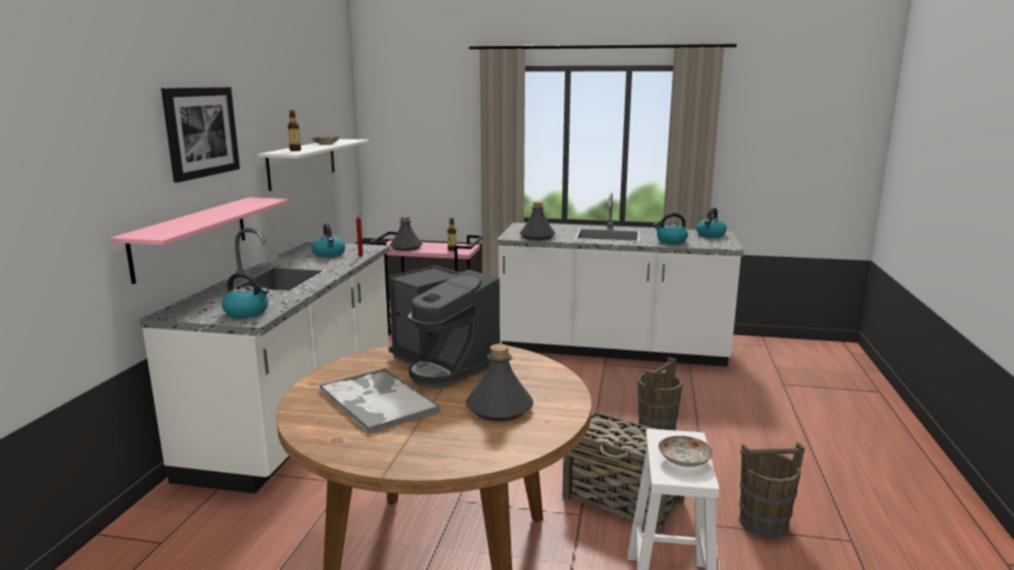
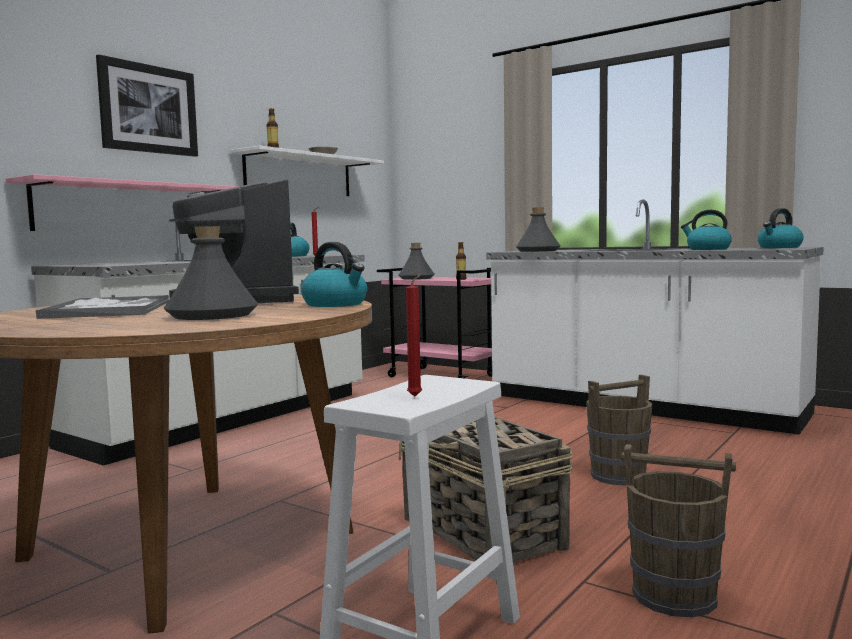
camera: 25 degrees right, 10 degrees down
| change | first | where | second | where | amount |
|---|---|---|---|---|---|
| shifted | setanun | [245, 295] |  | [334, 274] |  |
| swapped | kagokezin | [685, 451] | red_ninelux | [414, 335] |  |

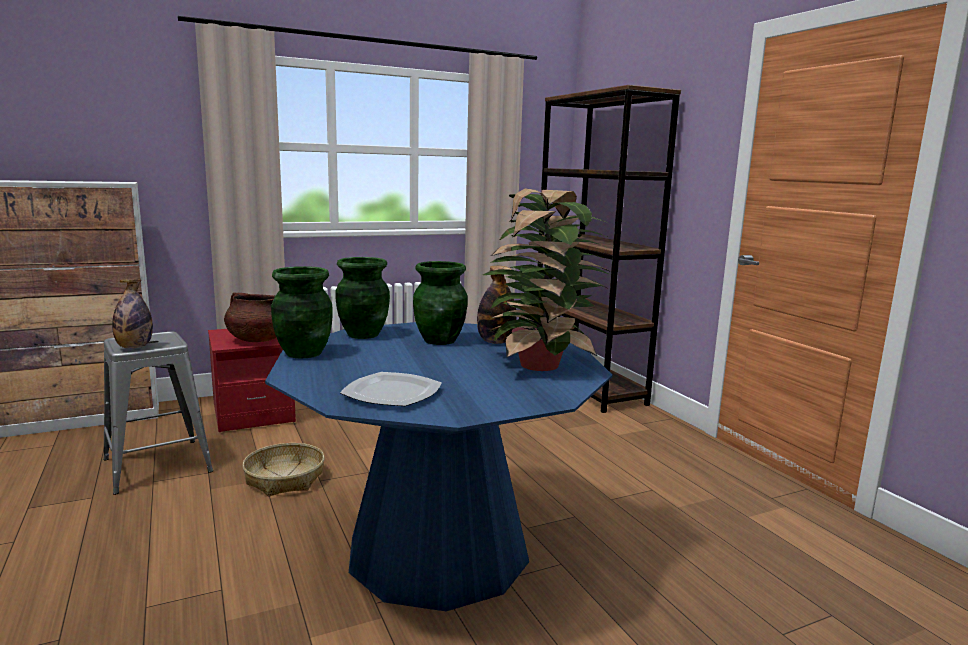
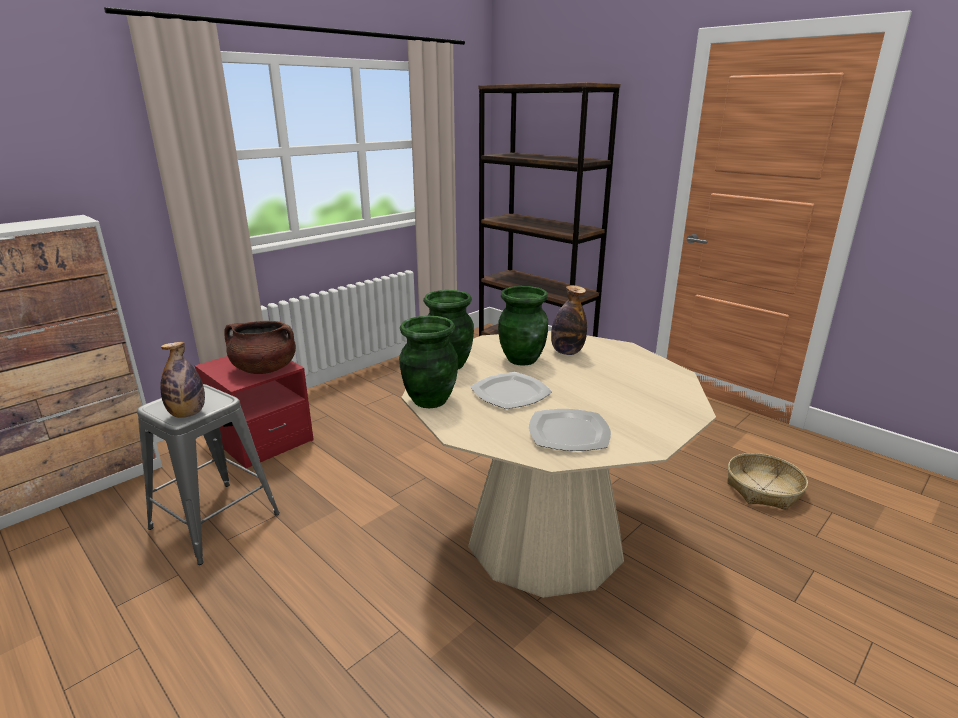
camera: 20 degrees left, 10 degrees up
| change | first | where | second | where | amount |
|---|---|---|---|---|---|
| gone | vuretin | [547, 279] |  |  |  |
| new |  |  | kagokezin | [511, 390] |  |
| shifted | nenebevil | [283, 469] |  | [767, 481] |  |
| repainted | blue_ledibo | [439, 466] | beige_ledibo | [558, 464] |  |

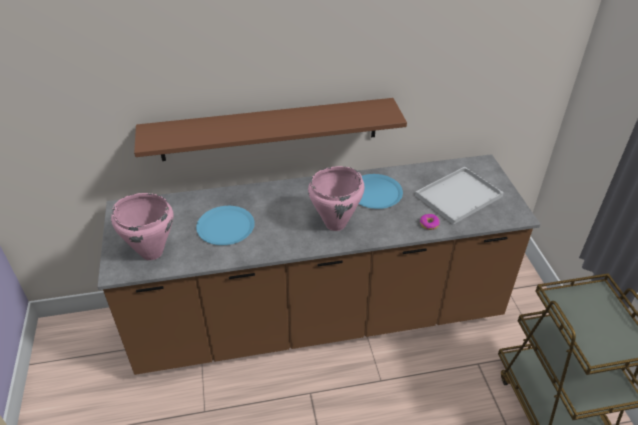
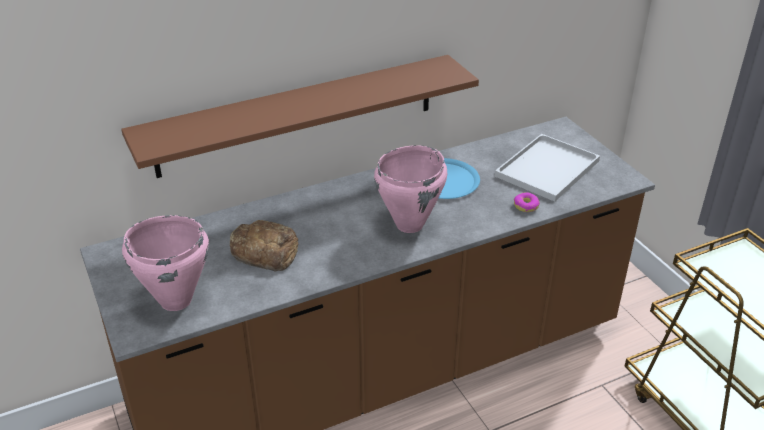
camera: 15 degrees left, 5 degrees down
| change | first | where | second | where | amount |
|---|---|---|---|---|---|
| swapped | blue_kagokezin | [225, 225] | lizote | [264, 245] |  |

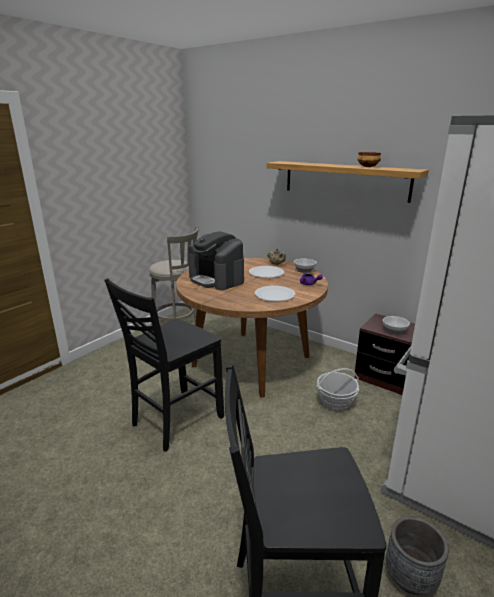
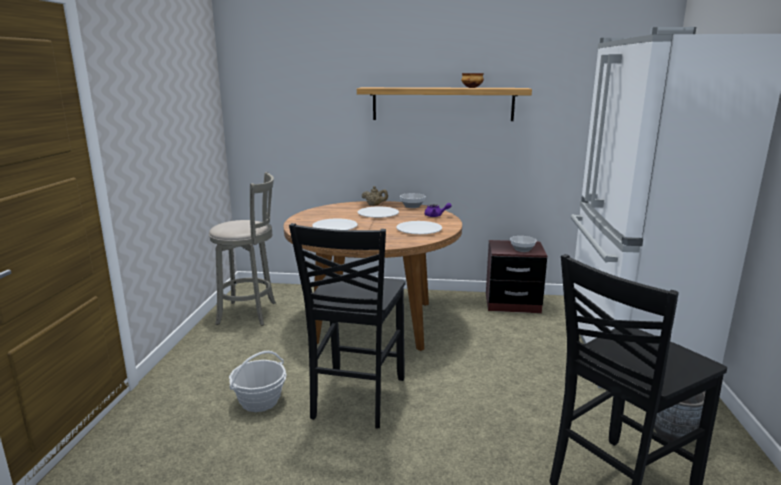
camera: 30 degrees left, 5 degrees down
| change | first | where | second | where | amount |
|---|---|---|---|---|---|
| shifted | nenebevil | [337, 390] |  | [258, 381] |  |
| swapped | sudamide | [216, 260] | white_kagokezin | [335, 224] |  |

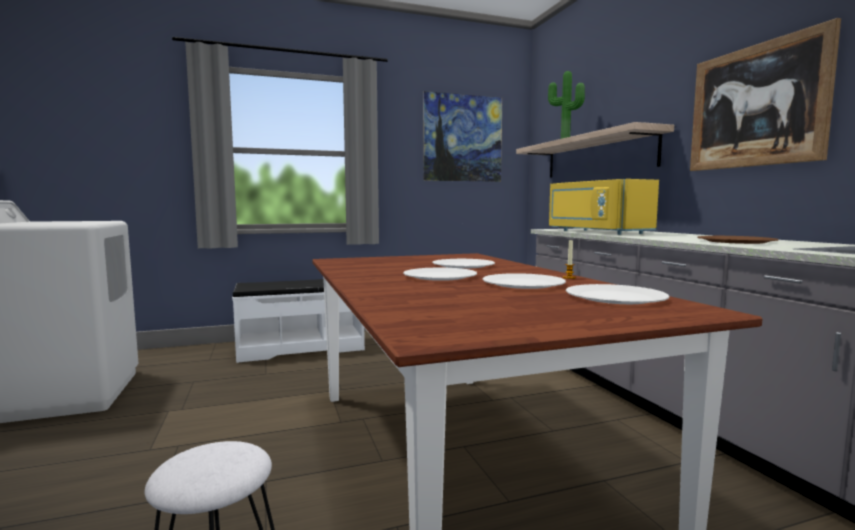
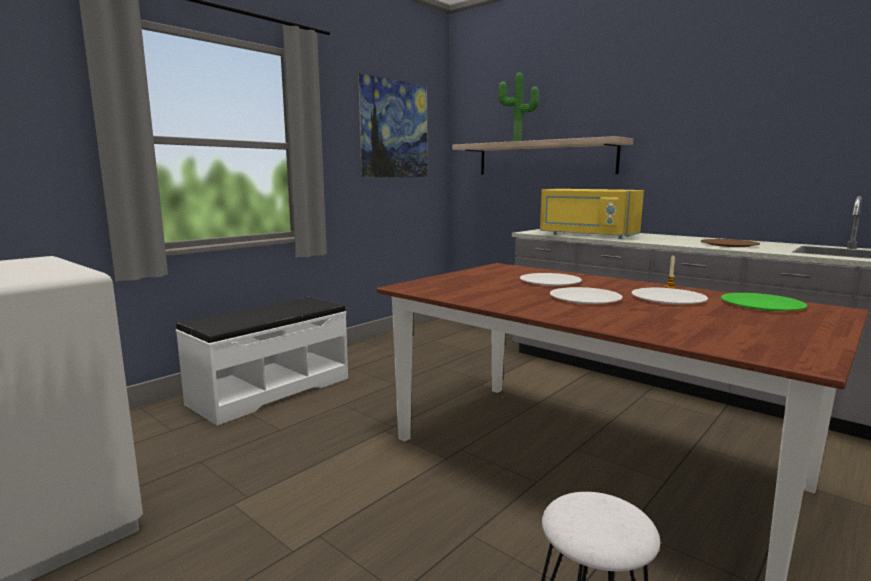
camera: 30 degrees left, 5 degrees up
| change | first | where | second | where | amount |
|---|---|---|---|---|---|
| gone | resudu | [765, 94] |  |  |  |
| repainted | white_kagokezin | [617, 294] | green_kagokezin | [764, 302] |  |

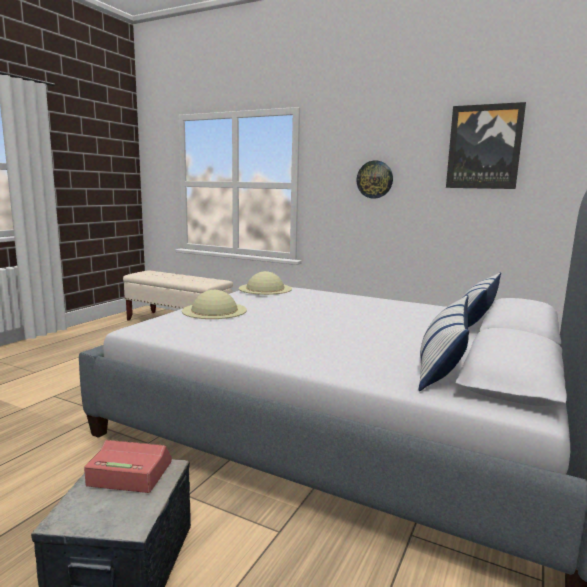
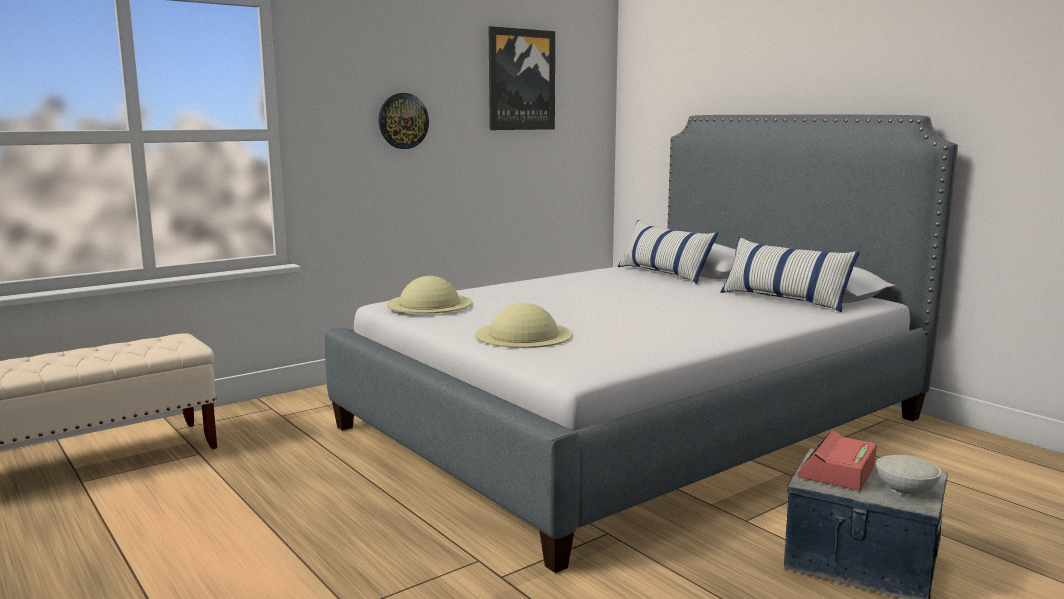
camera: 65 degrees left, 0 degrees up
| change | first | where | second | where | amount |
|---|---|---|---|---|---|
| new |  |  | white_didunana | [909, 476] |  |

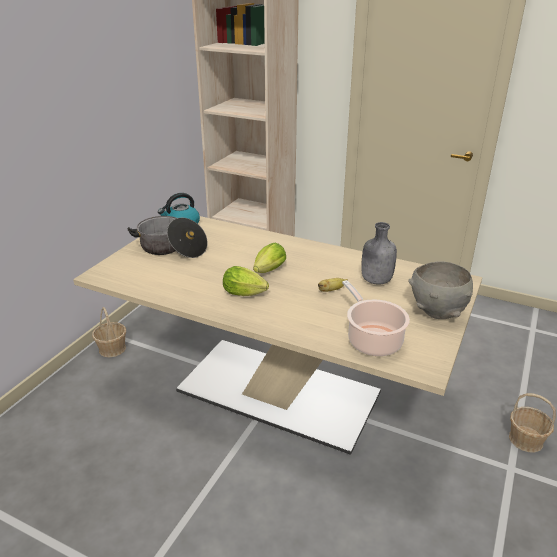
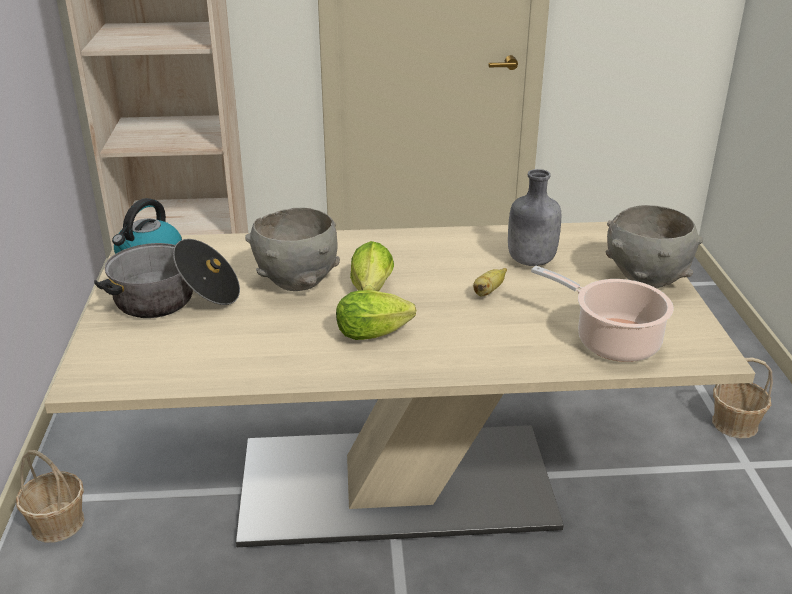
camera: 30 degrees left, 0 degrees up
| change | first | where | second | where | amount |
|---|---|---|---|---|---|
| new |  |  | grey_didunana | [292, 249] |  |

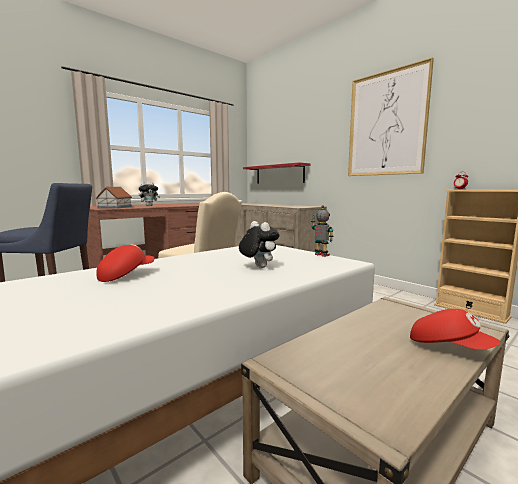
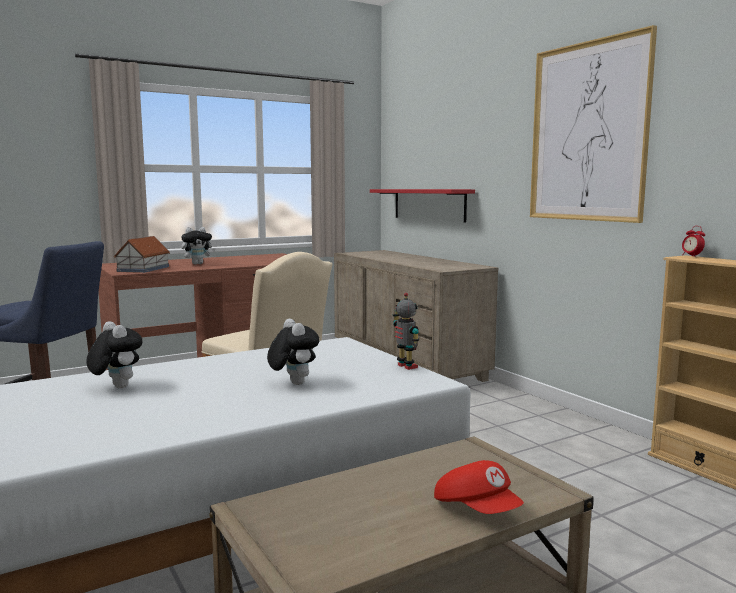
camera: 10 degrees right, 0 degrees up
| change | first | where | second | where | amount |
|---|---|---|---|---|---|
| swapped | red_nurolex | [125, 263] | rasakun | [114, 354] |  |

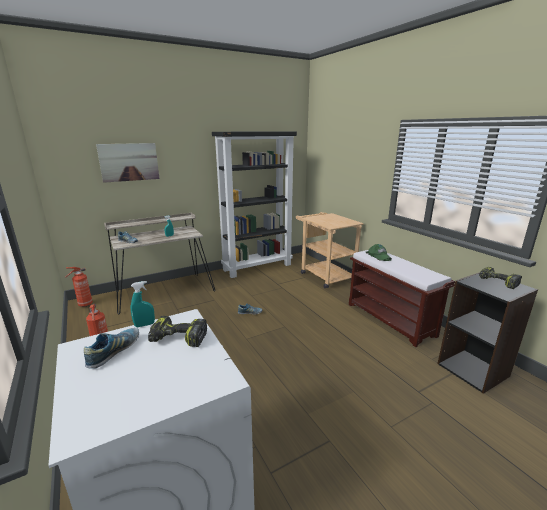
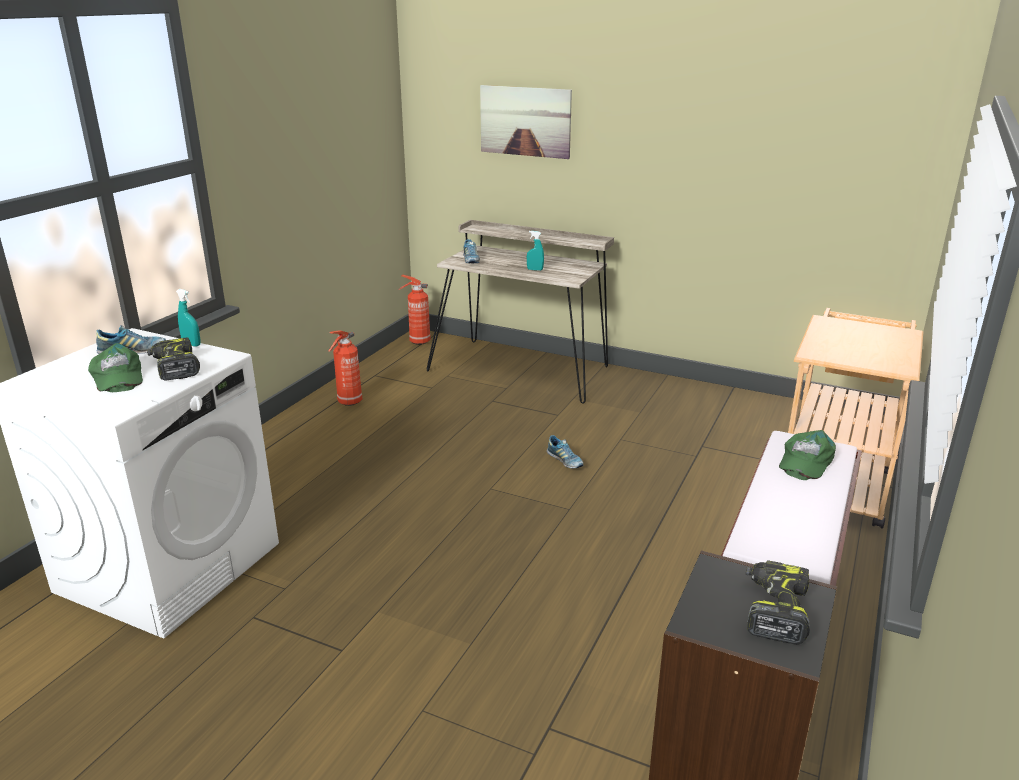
camera: 55 degrees right, 5 degrees up
| change | first | where | second | where | amount |
|---|---|---|---|---|---|
| gone | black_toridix | [254, 204] |  |  |  |
| new |  |  | green_nurolex | [115, 367] |  |

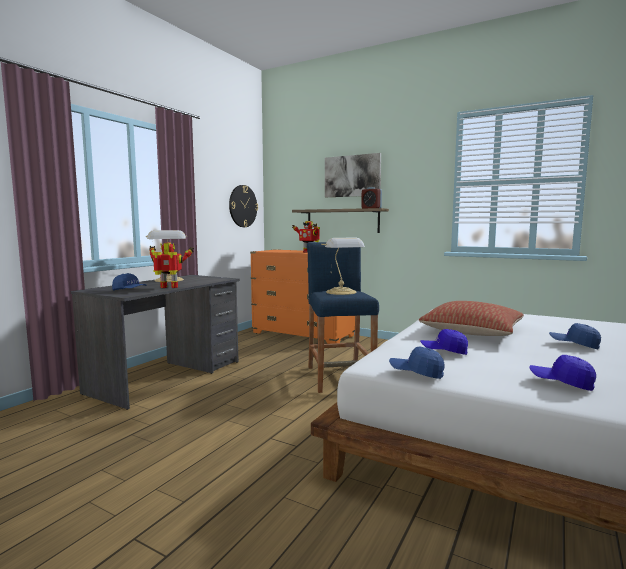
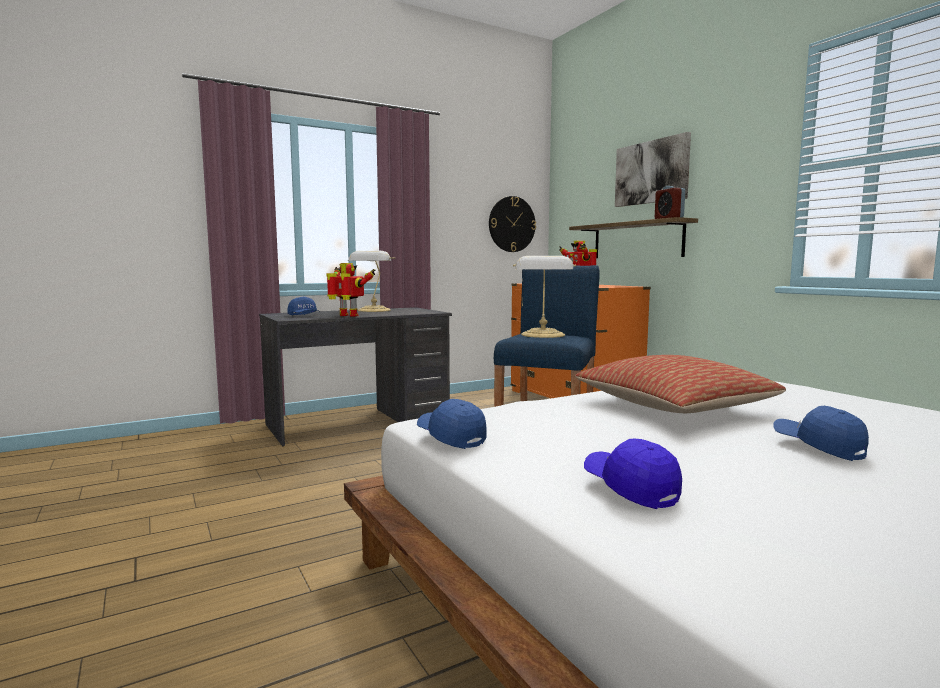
camera: 30 degrees right, 0 degrees up
| change | first | where | second | where | amount |
|---|---|---|---|---|---|
| gone | blue_nurolex | [444, 342] |  |  |  |

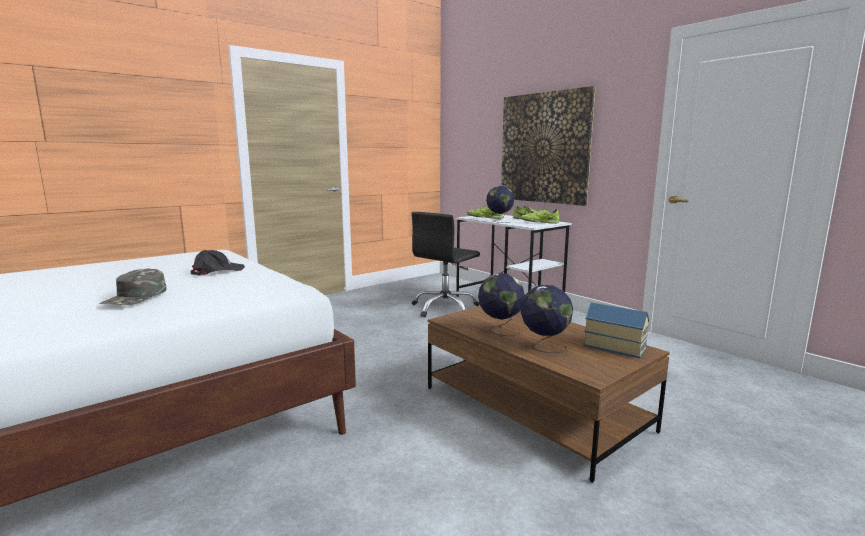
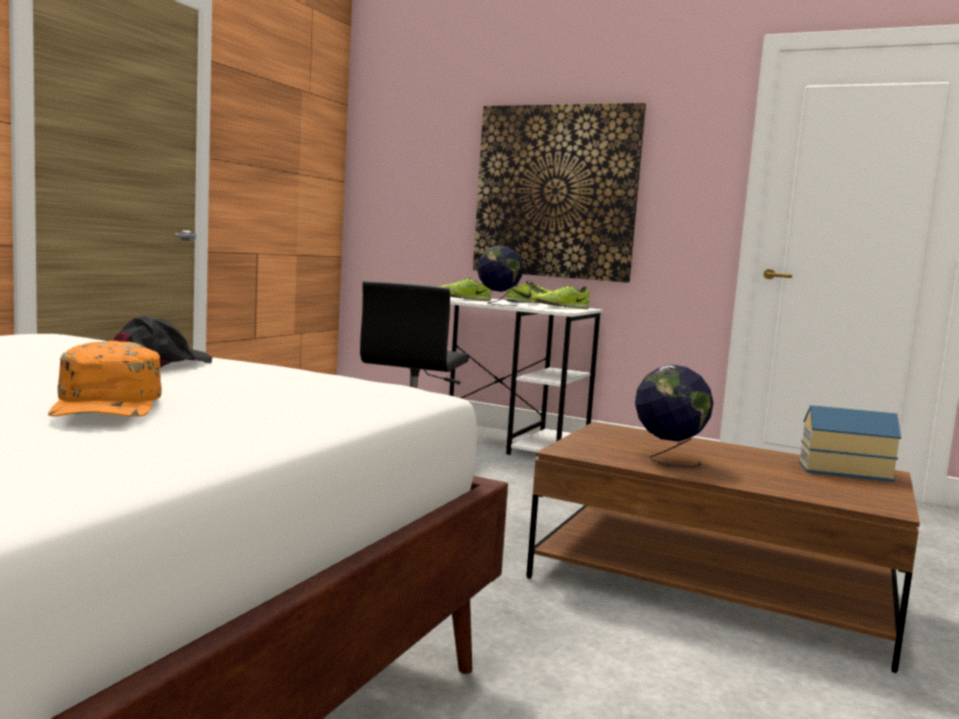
camera: 25 degrees left, 5 degrees down
| change | first | where | second | where | amount |
|---|---|---|---|---|---|
| gone | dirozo | [546, 319] |  |  |  |
| repainted | green_nurolex | [132, 286] | orange_nurolex | [105, 379] |  |

